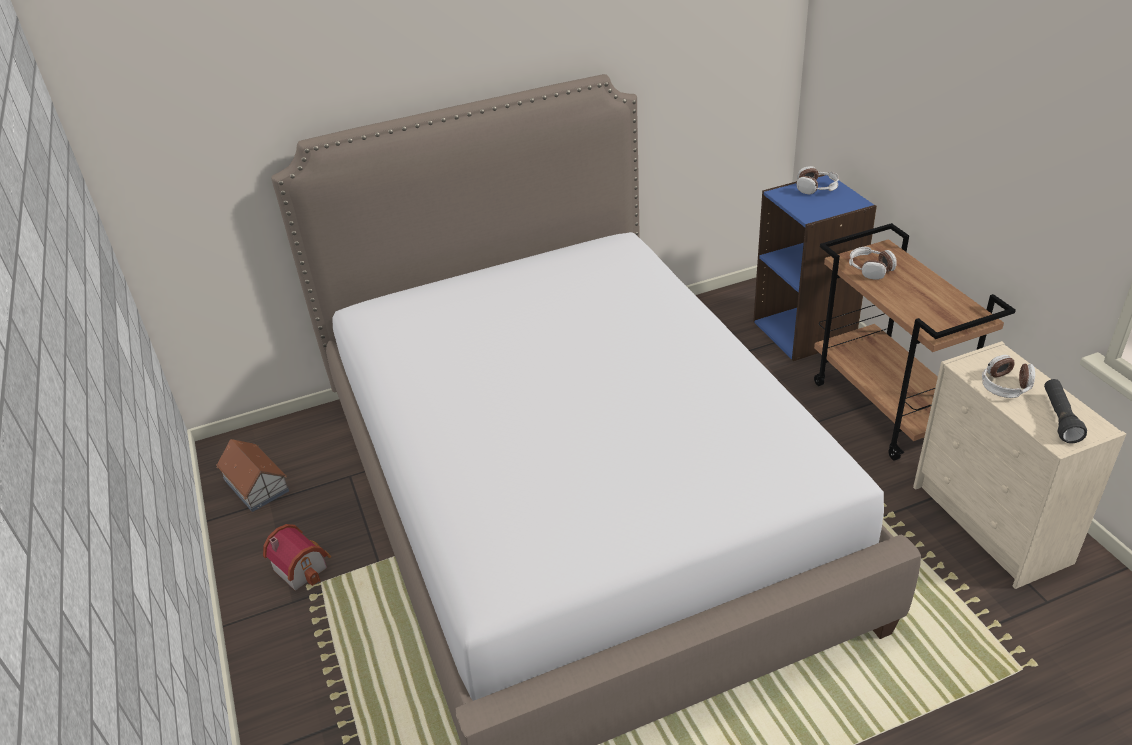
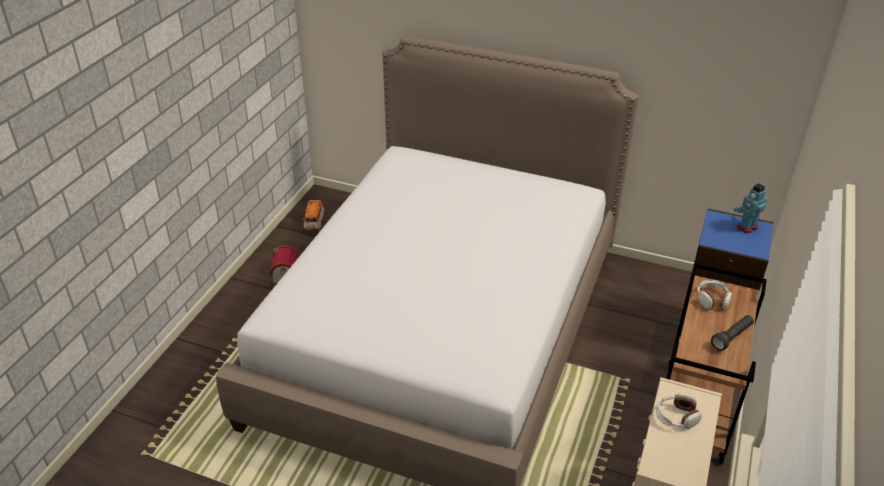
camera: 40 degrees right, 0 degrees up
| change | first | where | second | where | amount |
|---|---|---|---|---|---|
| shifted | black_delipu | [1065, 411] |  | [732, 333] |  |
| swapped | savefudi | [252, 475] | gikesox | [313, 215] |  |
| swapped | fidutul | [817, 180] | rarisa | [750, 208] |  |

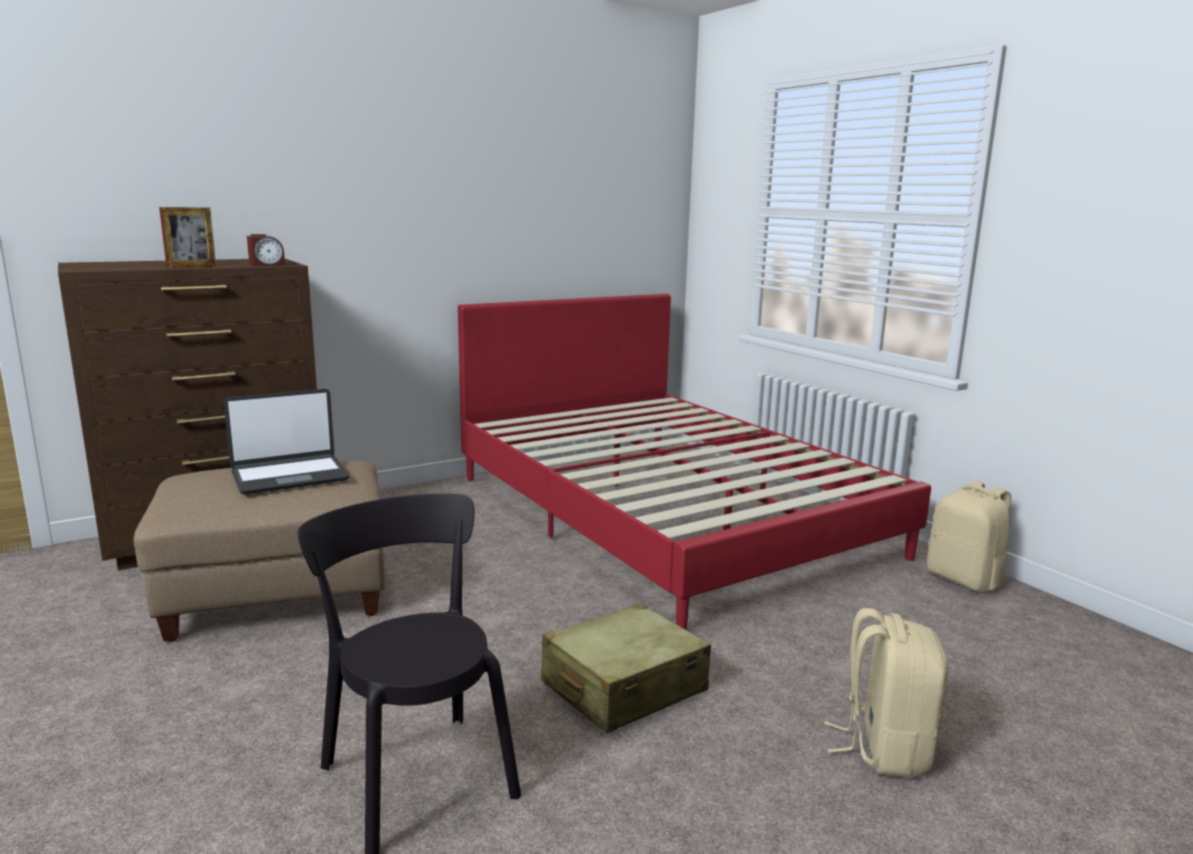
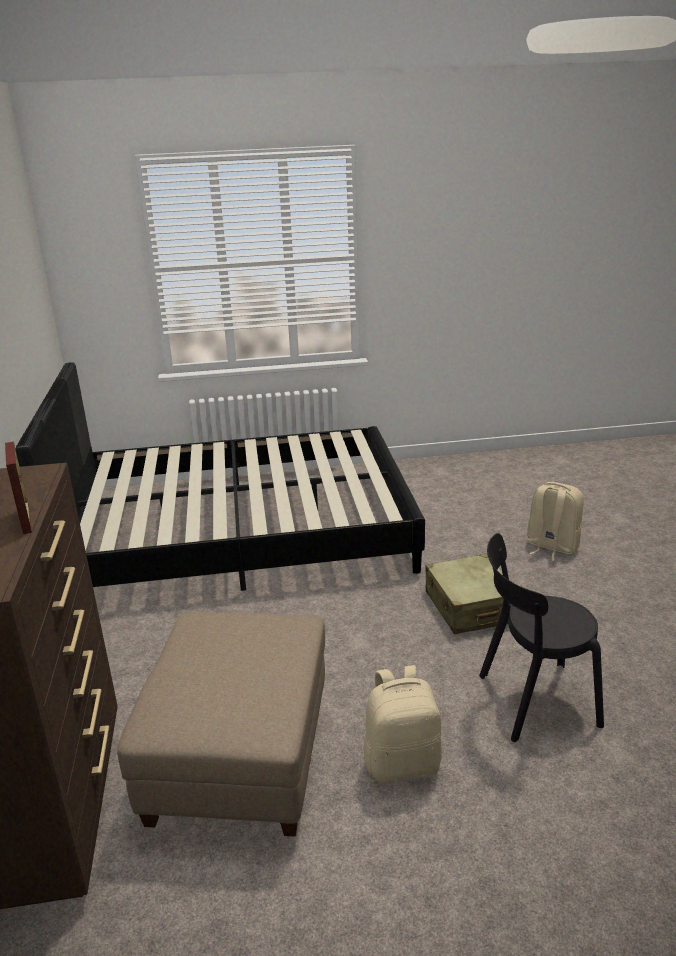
camera: 65 degrees left, 10 degrees up
| change | first | where | second | where | amount |
|---|---|---|---|---|---|
| gone | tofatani | [287, 442] |  |  |  |
| gone | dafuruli | [266, 250] |  |  |  |
| shifted | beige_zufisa | [969, 537] |  | [403, 724] |  |
| repainted | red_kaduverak | [694, 462] | black_kaduverak | [220, 476] |  |

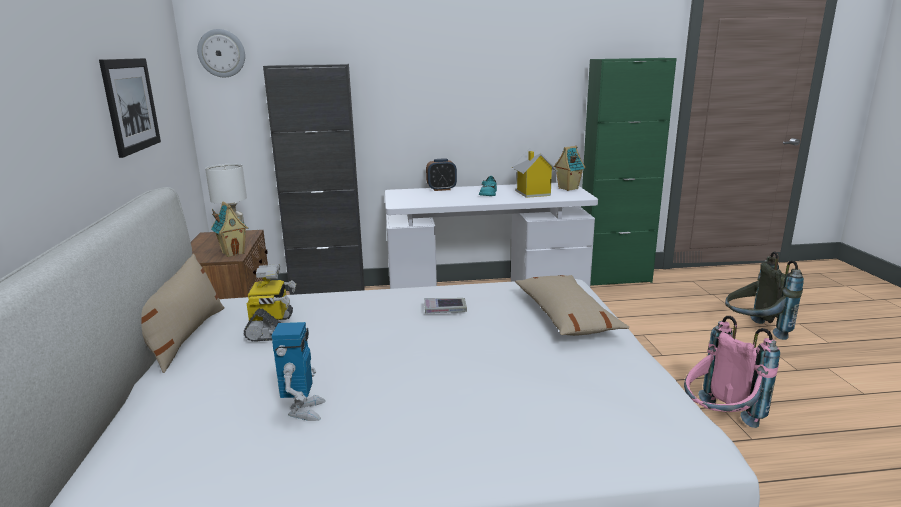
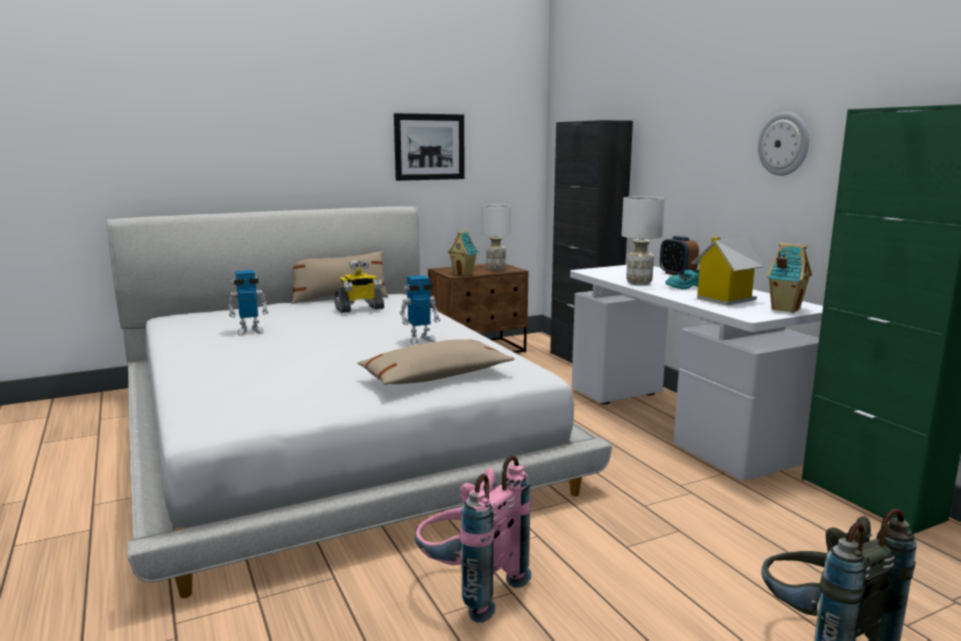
camera: 70 degrees right, 5 degrees down
| change | first | where | second | where | amount |
|---|---|---|---|---|---|
| new |  |  | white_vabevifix | [643, 240] |  |
| shifted | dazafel | [221, 53] |  | [783, 144] |  |
| swapped | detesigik | [445, 306] | rarisa | [420, 310] |  |

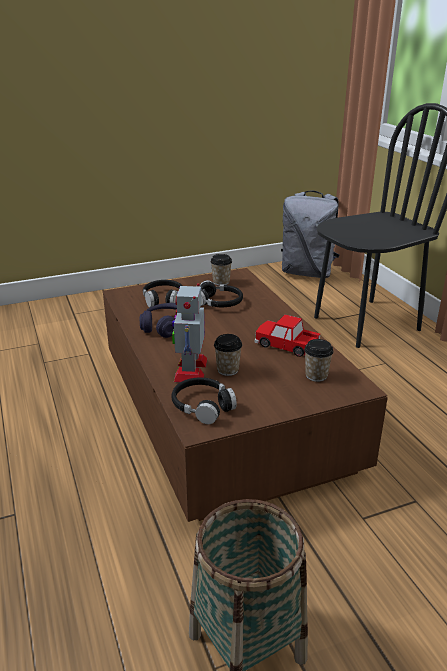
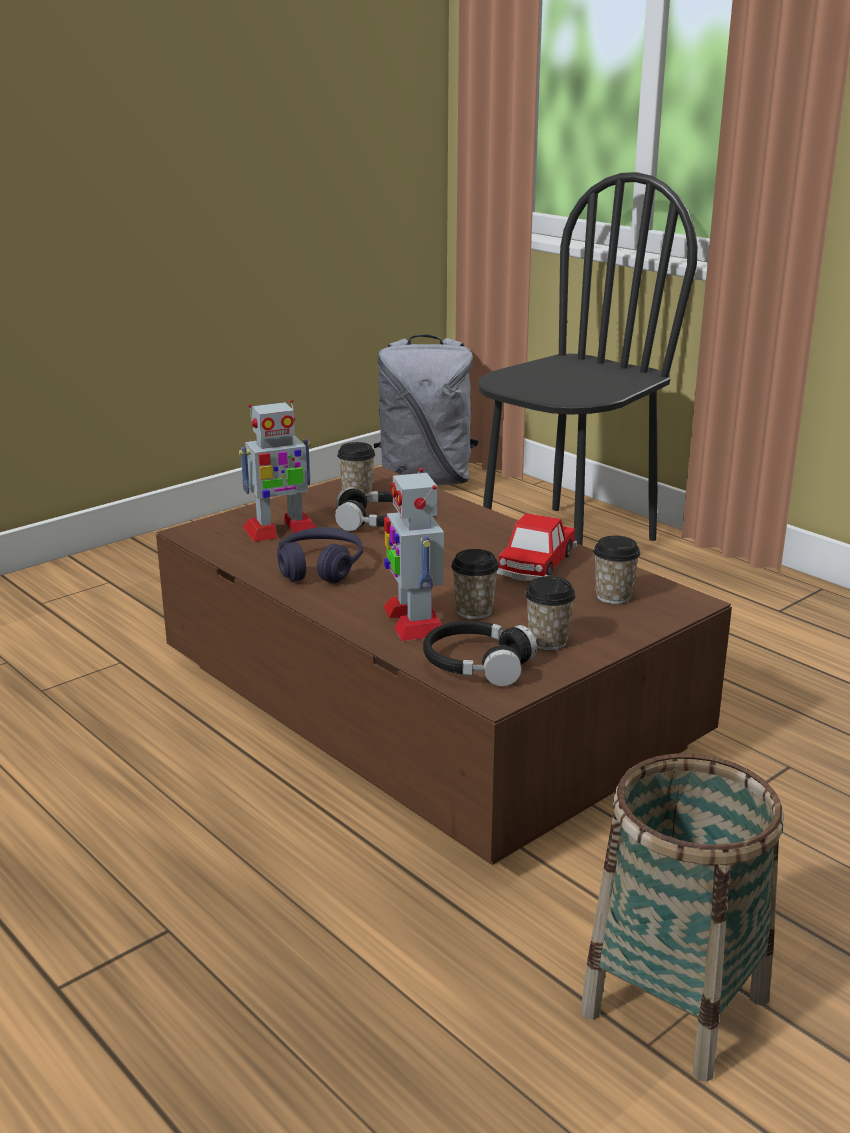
camera: 20 degrees left, 5 degrees down
| change | first | where | second | where | amount |
|---|---|---|---|---|---|
| new |  |  | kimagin | [550, 613] |  |
| swapped | black_fidutul | [163, 293] | rarisa | [277, 470] |  |
| rotated | gikesox | [287, 336] |  | [537, 547] | 75 degrees counterclockwise |

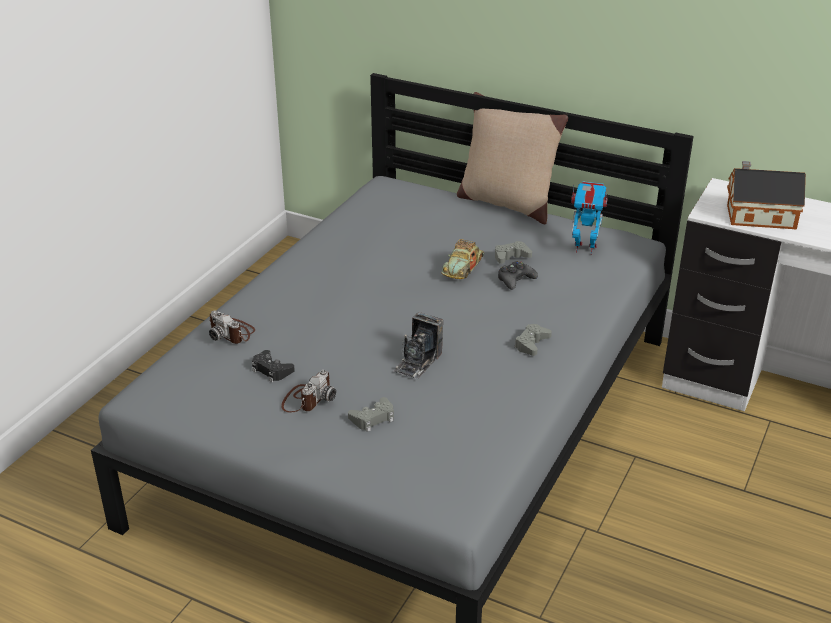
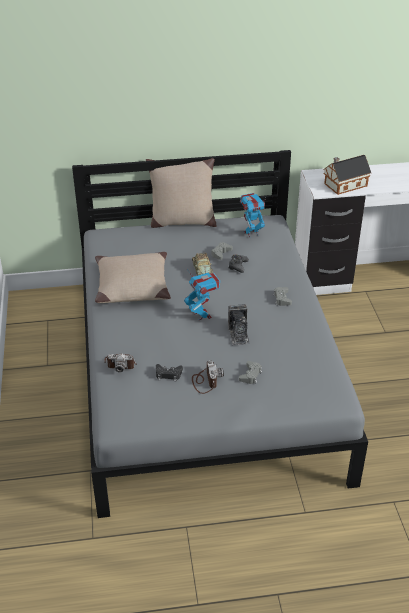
camera: 35 degrees left, 5 degrees up
| change | first | where | second | where | amount |
|---|---|---|---|---|---|
| new |  |  | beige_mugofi | [133, 277] |  |
| new |  |  | rarisa | [202, 295] |  |

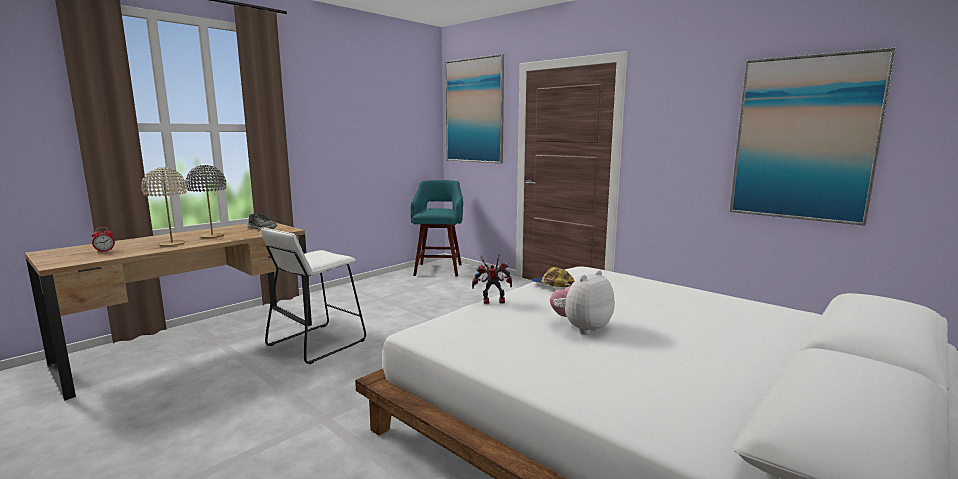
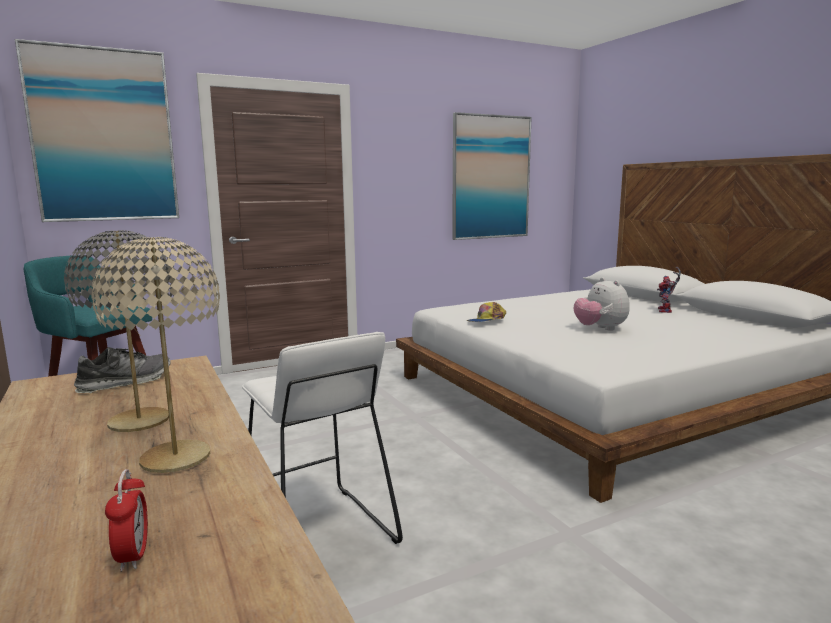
camera: 70 degrees left, 0 degrees up
| change | first | where | second | where | amount |
|---|---|---|---|---|---|
| shifted | rarisa | [492, 278] |  | [669, 290] |  |

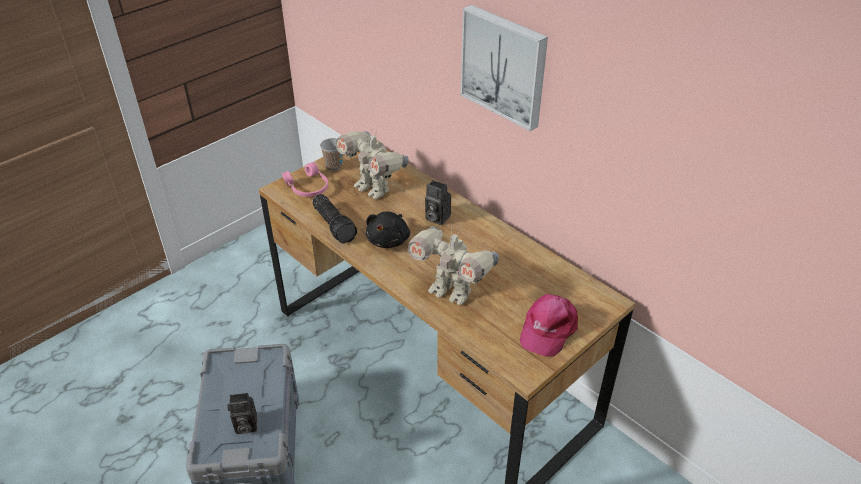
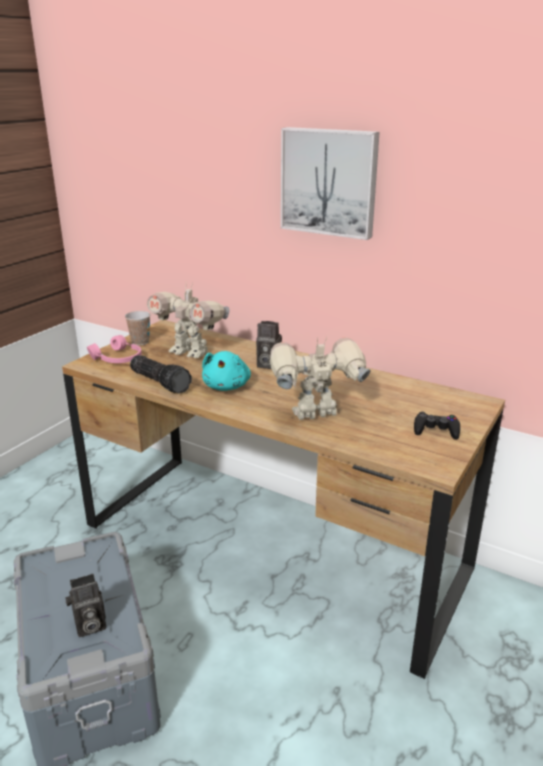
camera: 15 degrees left, 15 degrees down
| change | first | where | second | where | amount |
|---|---|---|---|---|---|
| swapped | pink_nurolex | [549, 325] | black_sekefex | [437, 426] |  |
| repainted | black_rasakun | [388, 229] | turquoise_rasakun | [226, 371] |  |
| rotated | rarisa | [453, 266] |  | [320, 378] | 150 degrees clockwise |

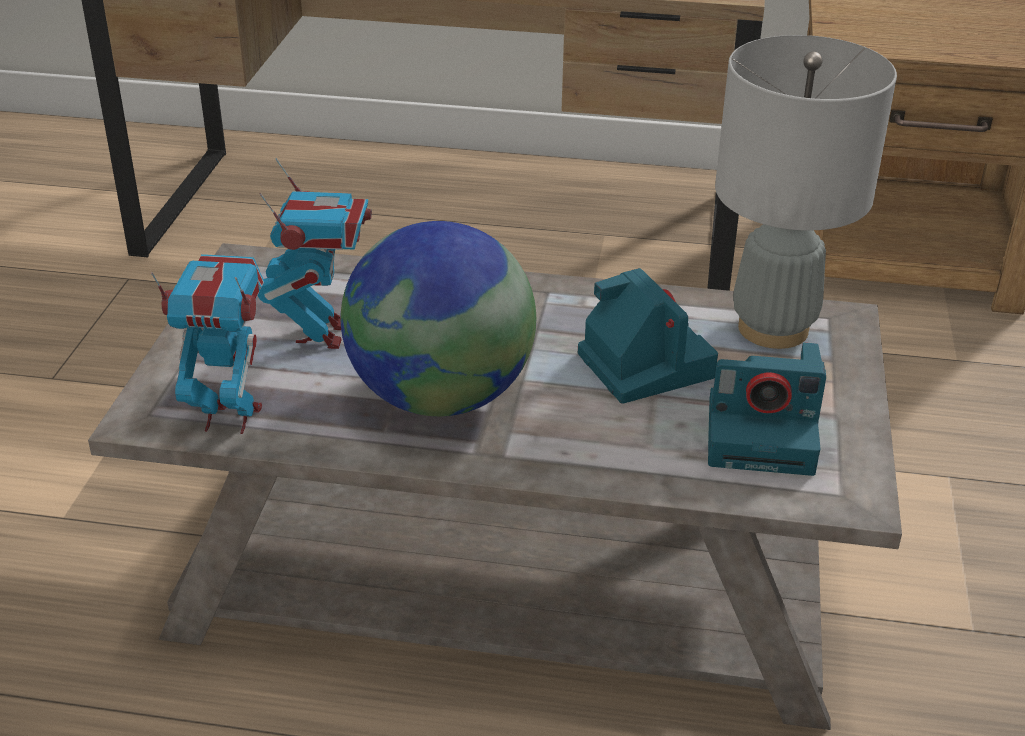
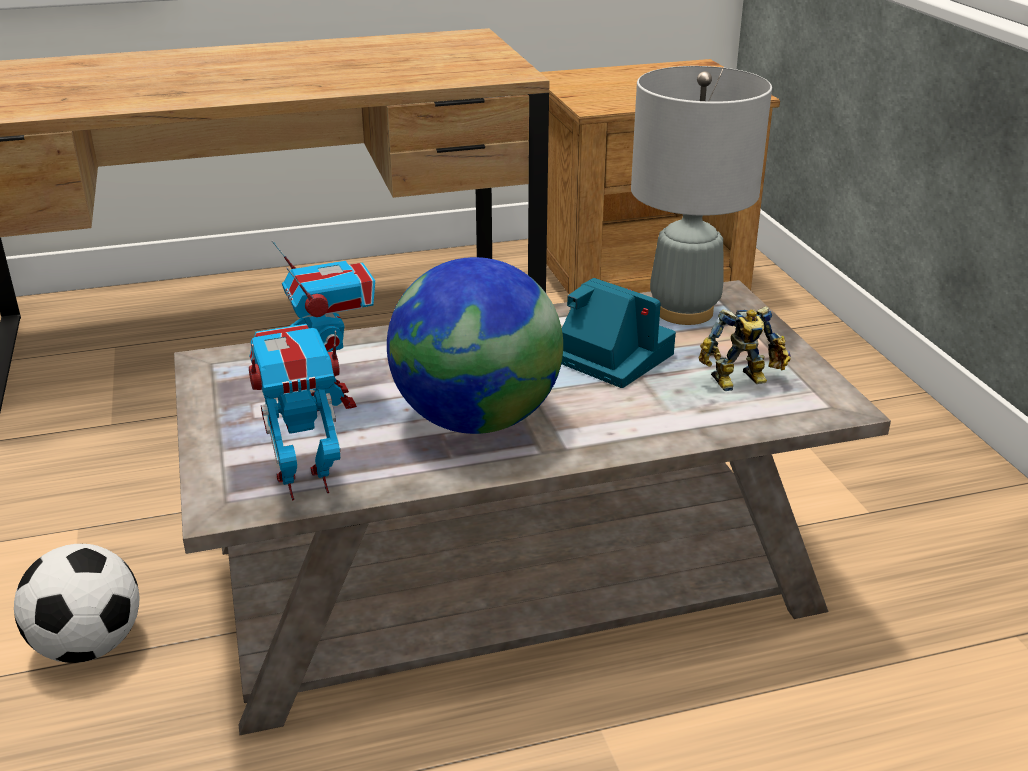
camera: 25 degrees left, 5 degrees down
| change | first | where | second | where | amount |
|---|---|---|---|---|---|
| new |  |  | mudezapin | [76, 603] |  |
| swapped | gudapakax | [767, 409] | rarisa | [745, 348] |  |

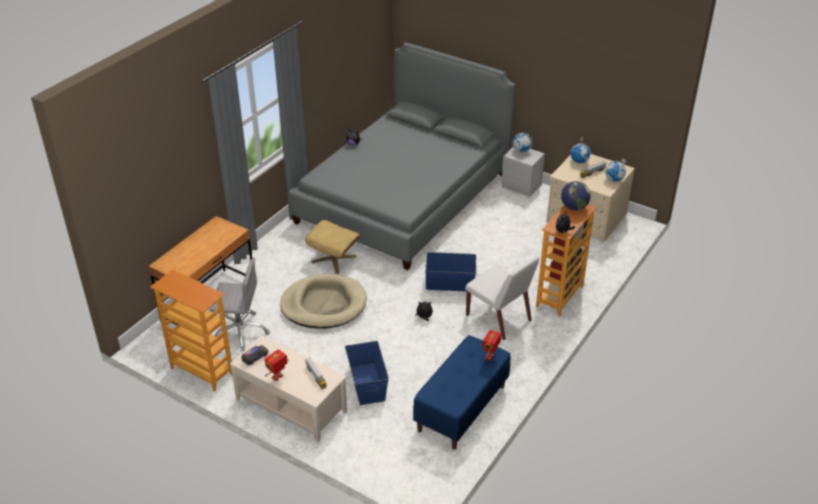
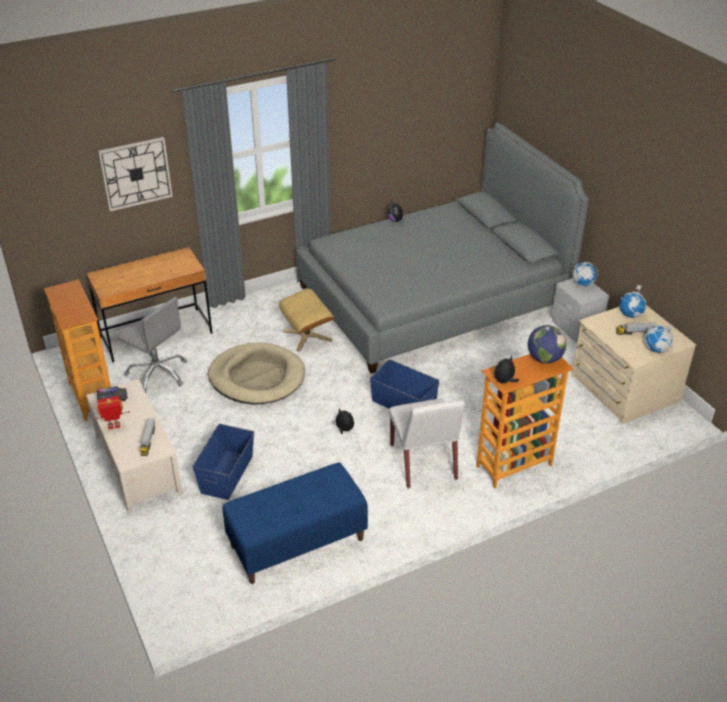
camera: 30 degrees right, 0 degrees up
| change | first | where | second | where | amount |
|---|---|---|---|---|---|
| gone | rarisa | [491, 345] |  |  |  |
| new |  |  | dazafel | [135, 174] |  |

